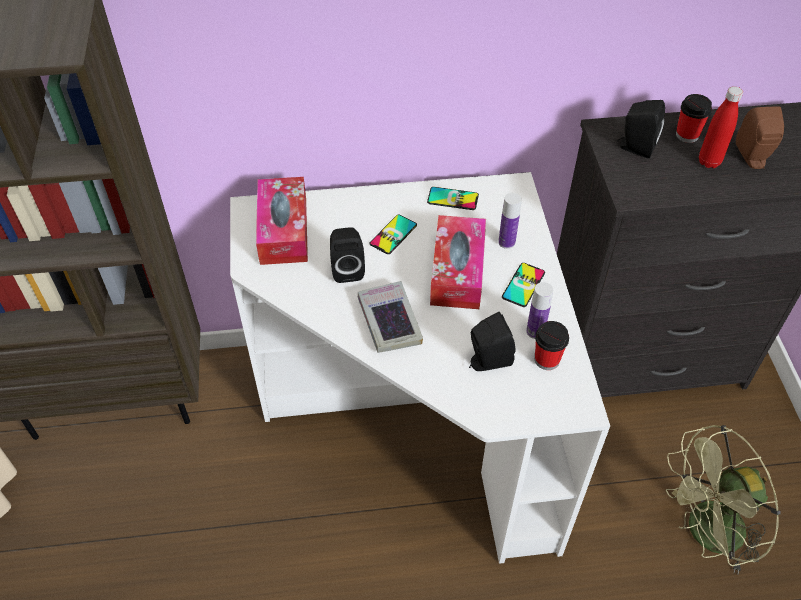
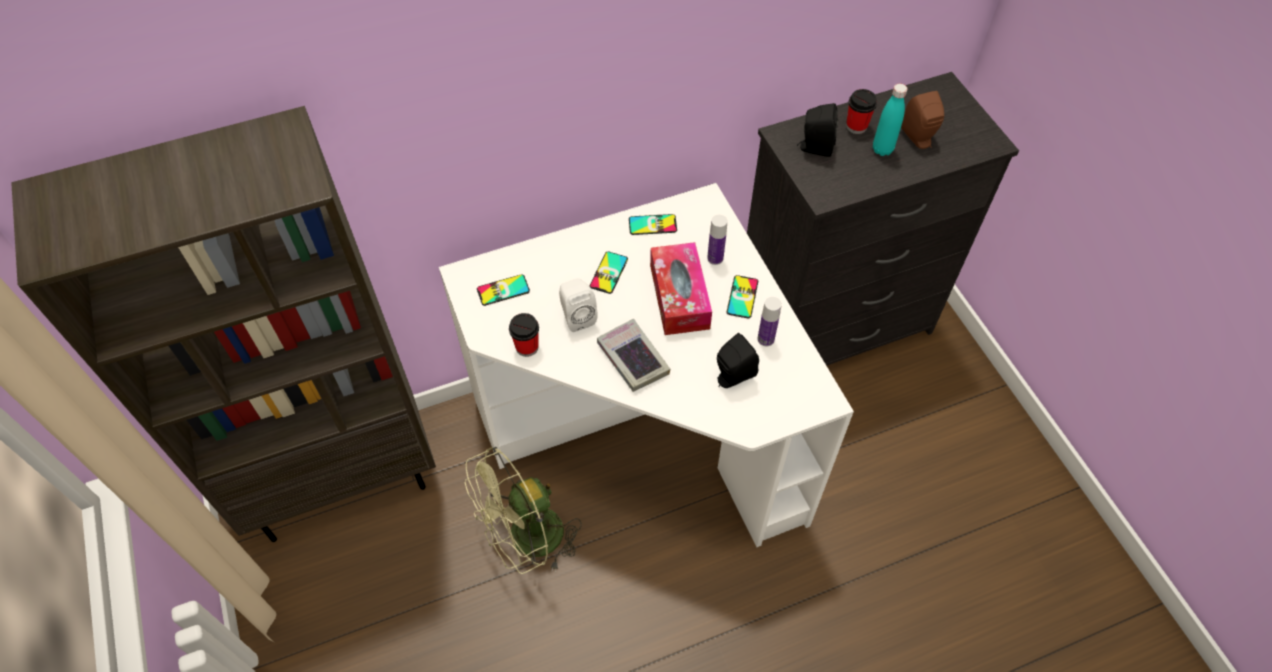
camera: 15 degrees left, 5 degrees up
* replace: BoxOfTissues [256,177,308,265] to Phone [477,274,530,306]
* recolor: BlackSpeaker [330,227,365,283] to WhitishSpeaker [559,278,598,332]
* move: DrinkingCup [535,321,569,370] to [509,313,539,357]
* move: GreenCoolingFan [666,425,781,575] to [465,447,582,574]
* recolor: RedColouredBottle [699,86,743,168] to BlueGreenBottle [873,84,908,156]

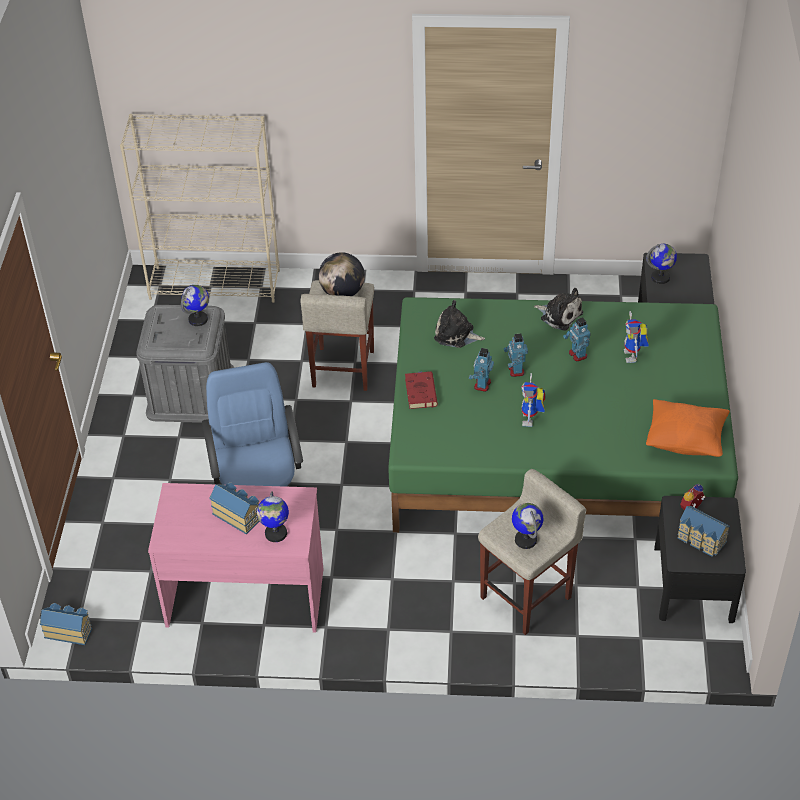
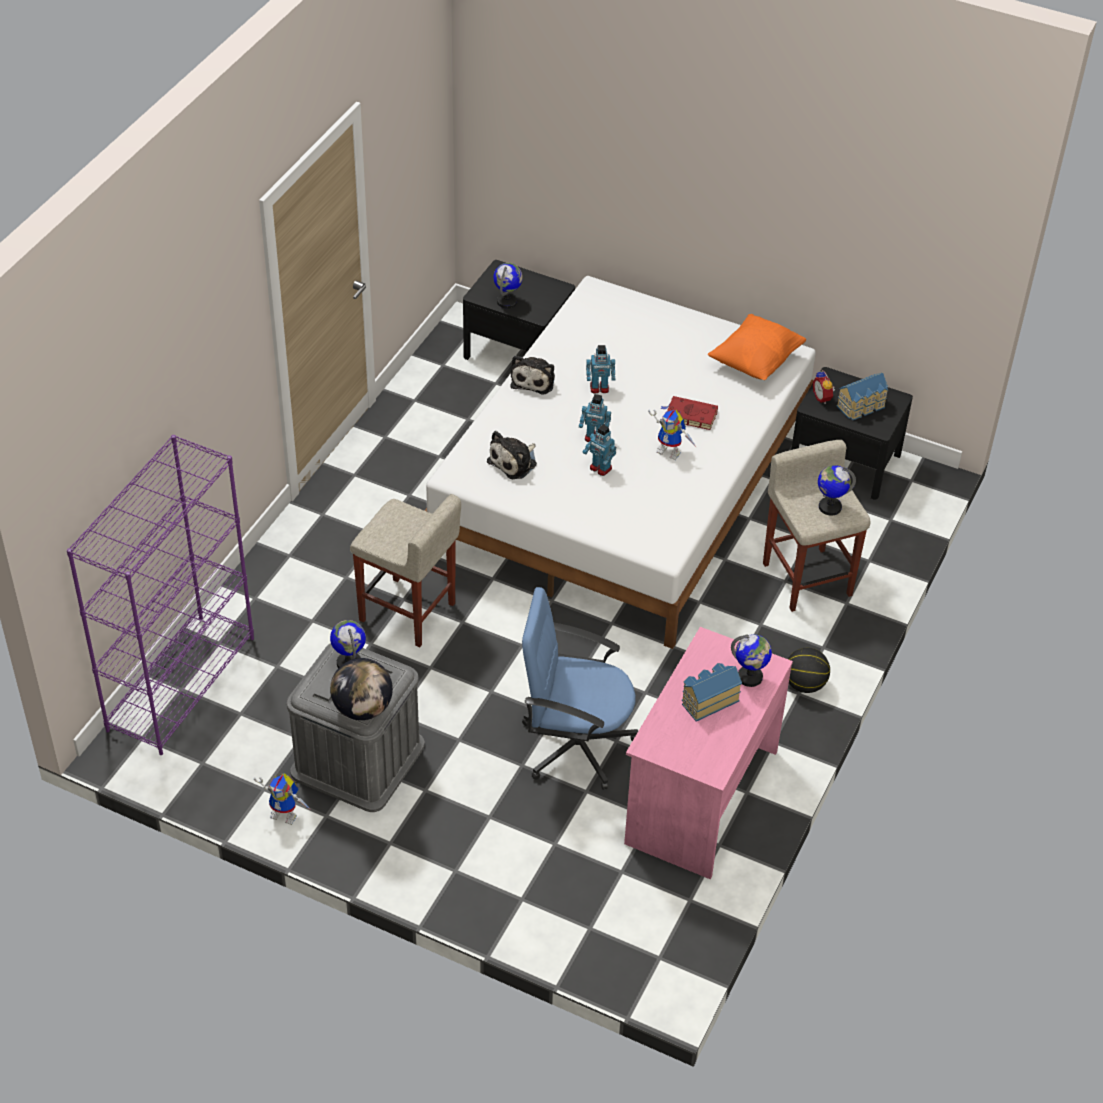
camera: 70 degrees left, 0 degrees up
* delete: MiniatureHouse [40,603,92,645]
* recolor: BeigeBookcase [120,114,280,303] to PurpleBookcase [67,435,254,755]
* move: DeskGlobe [318,252,365,296] to [330,658,393,720]
* recolor: GreenSleepingBed [388,297,738,532] to WhitishSleepingBed [424,276,816,649]
* move: RedColouredBook [405,371,438,409] to [660,396,718,430]
* rotate: SoftToy [534,288,583,331] = [510,355,555,395] 135 degrees clockwise
* move: RobotFigure [624,311,649,363] to [254,773,312,825]
* insert: Basketball [788,648,830,693]

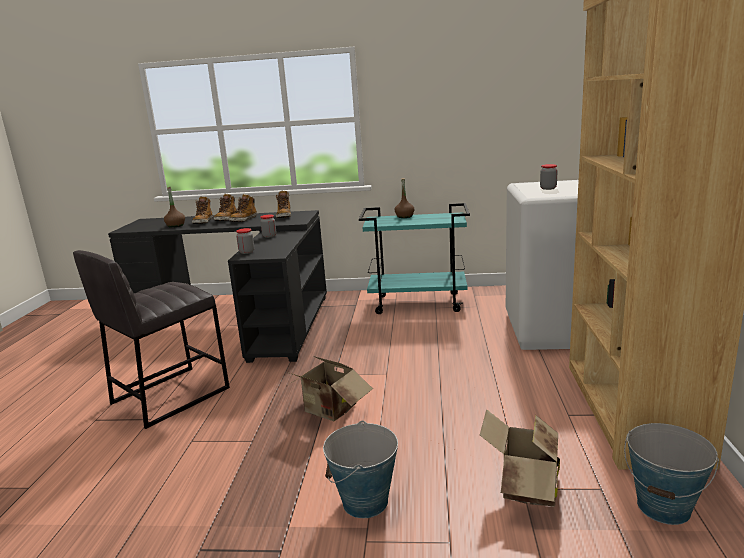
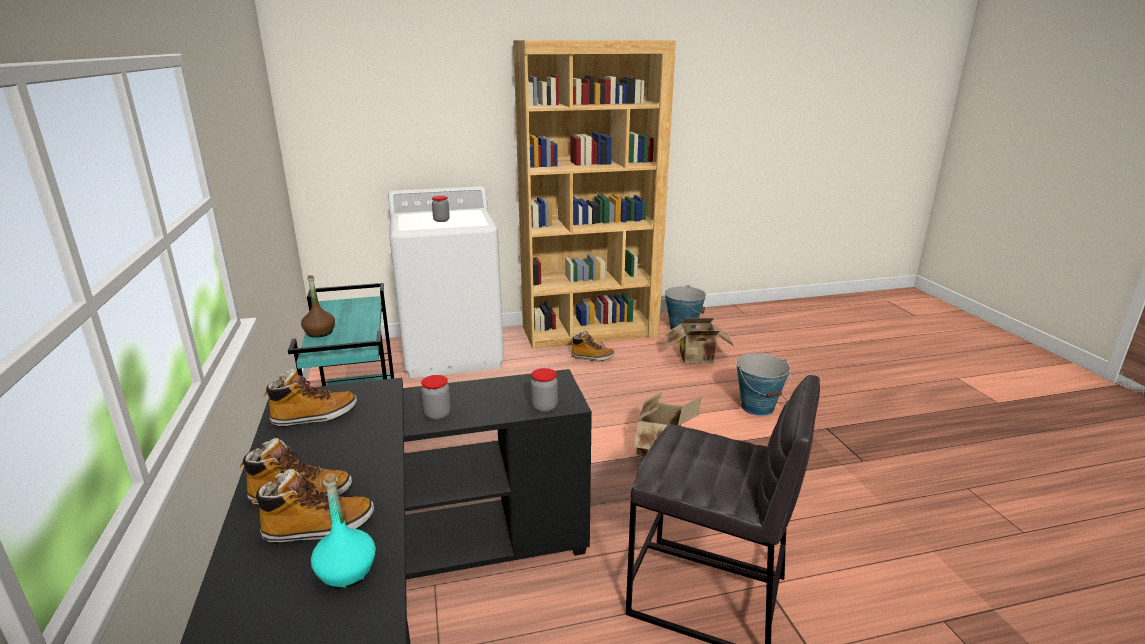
camera: 110 degrees left, 5 degrees up
* recolor: BrownishBottle [164,187,185,228] to BlueGreenBottle [311,473,376,589]
* move: TallBoot [229,194,257,222] to [570,331,614,361]

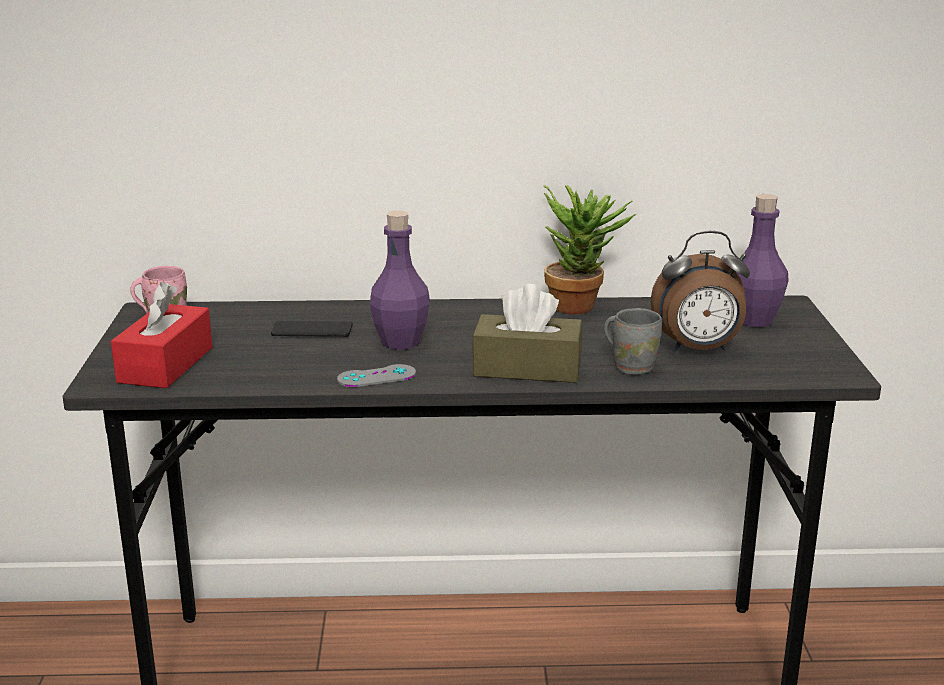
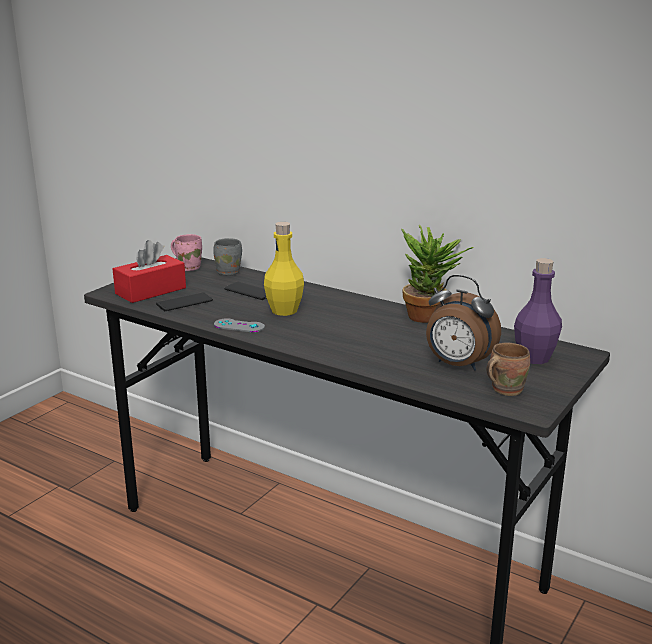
camera: 35 degrees right, 0 degrees up
* recolor: PurpleBottle [370,210,429,350] to YellowColouredBottle [264,222,304,316]
* delete: BrownishBoxOfTissues [472,284,583,383]
* move: GreyishCoffeeMug [604,308,662,375] to [213,238,242,276]
* insert: Phone [156,292,213,311]
* insert: BrownishCoffeeMug [486,342,530,396]

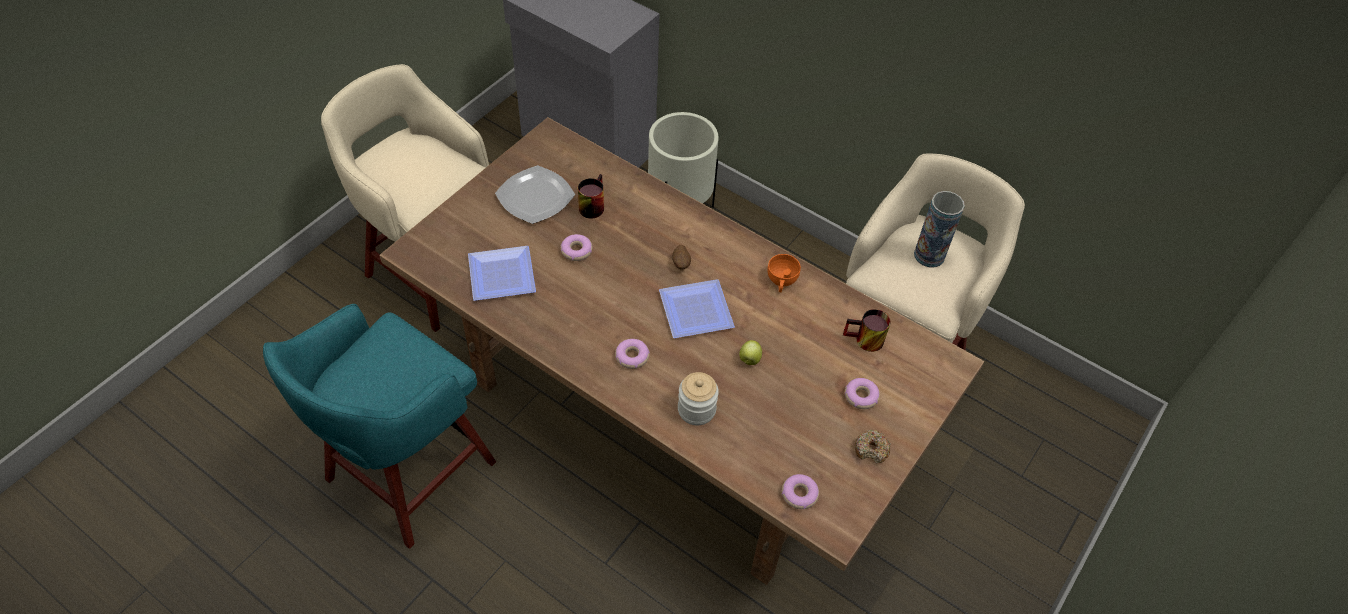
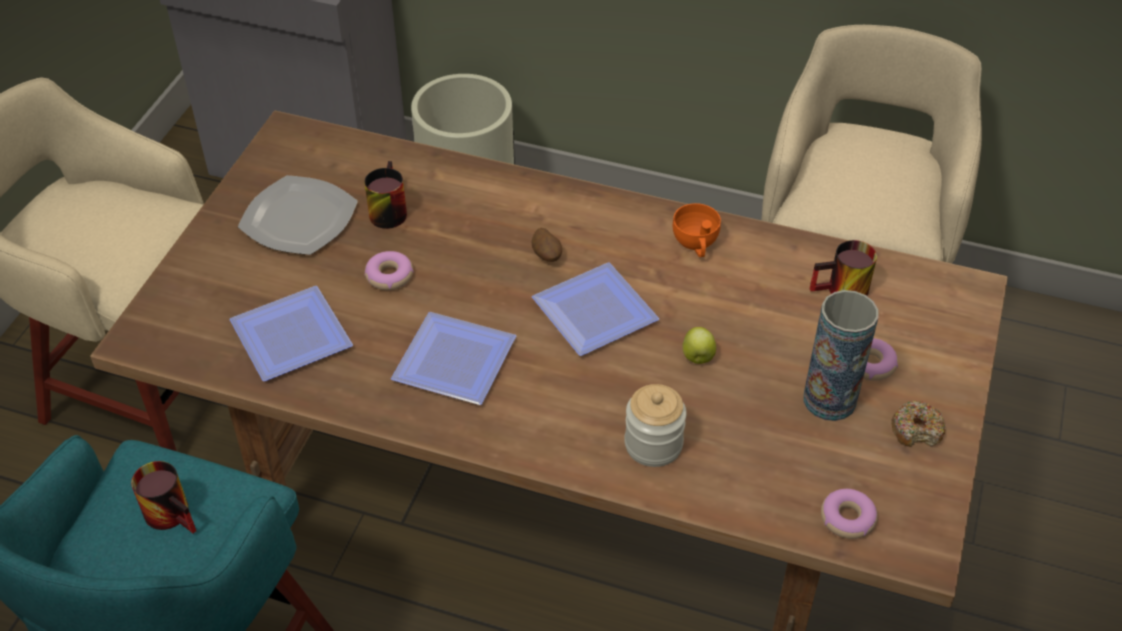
camera: 15 degrees left, 5 degrees down
* delete: Doughnut [615,339,650,369]
* move: Vase [914,191,965,268] to [803,290,878,421]
* insert: CoffeeMug [131,461,196,533]
* insert: Plate [391,312,516,405]

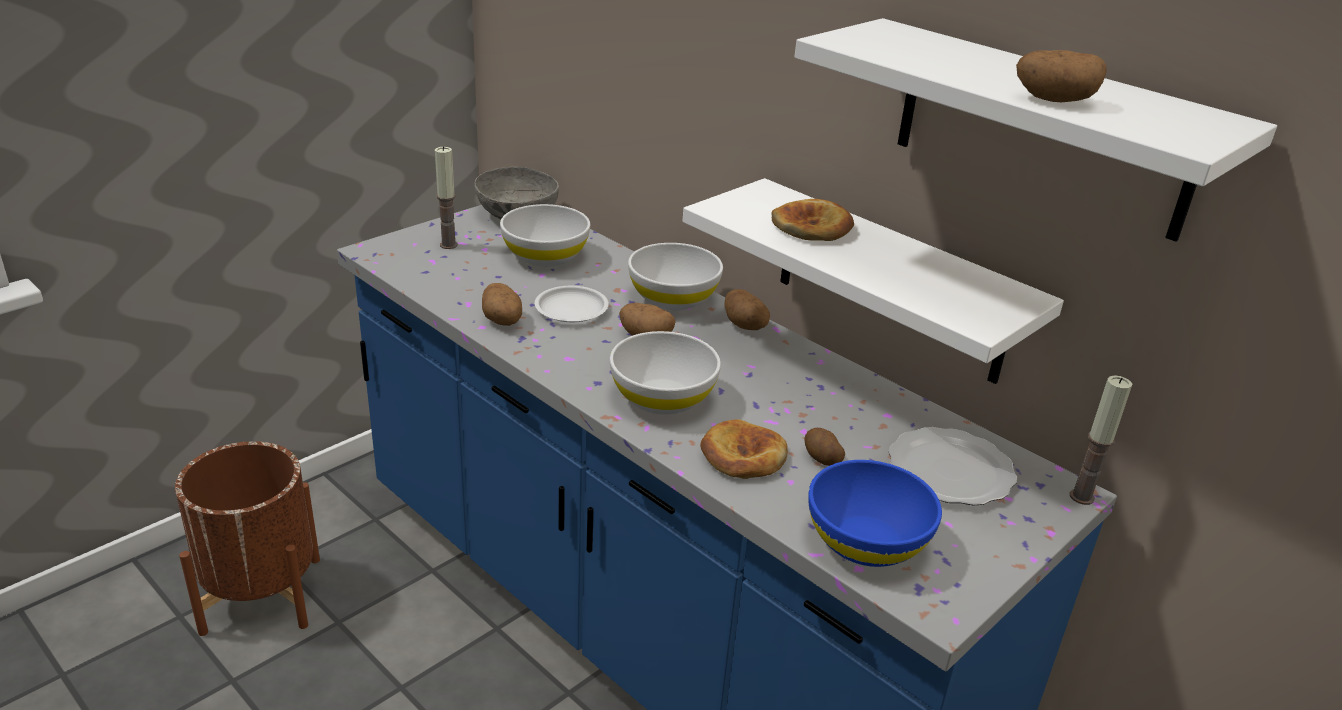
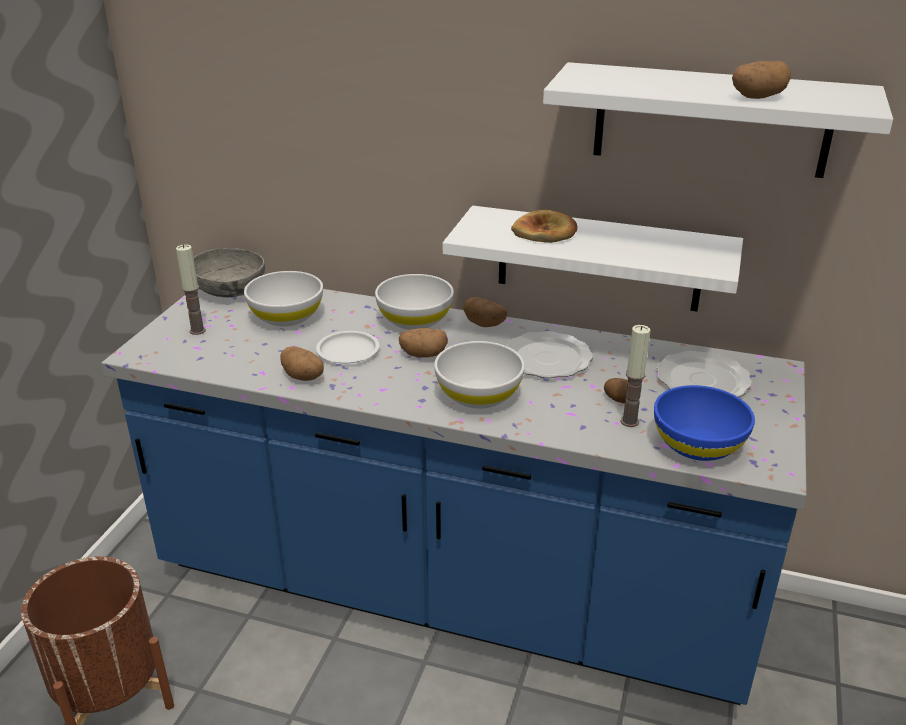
camera: 25 degrees left, 0 degrees up
* delete: BakedBread [700,419,788,479]
* move: WaxCandle [1070,375,1132,505] to [620,325,651,427]
* insert: Plate [507,331,593,378]

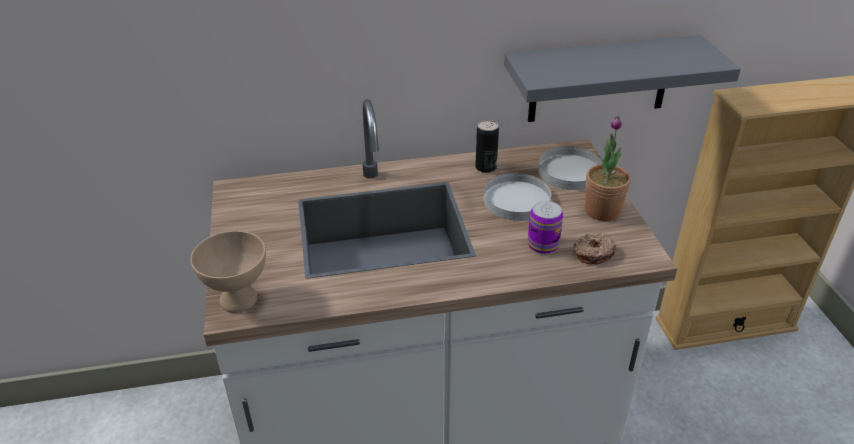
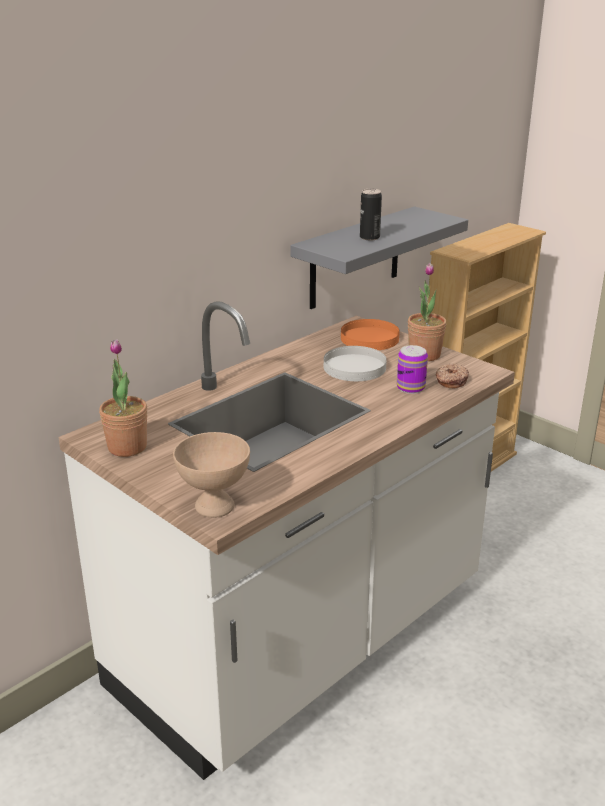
camera: 35 degrees left, 10 degrees down
* move: SealedCan [475,120,499,173] to [360,189,382,240]
* recolor: WhitishPlate [538,146,603,190] to OrangeColouredPlate [341,319,400,350]
* insert: PottedPlant [99,339,147,457]

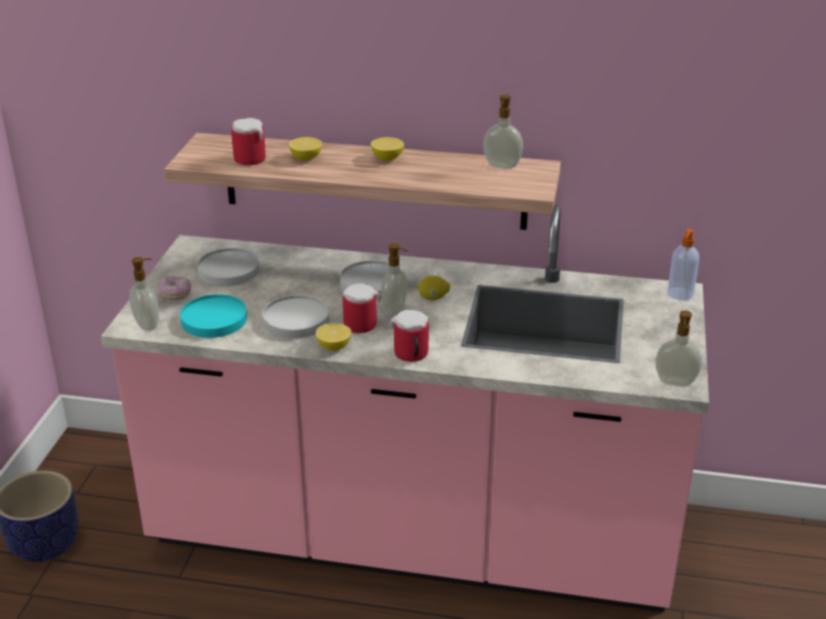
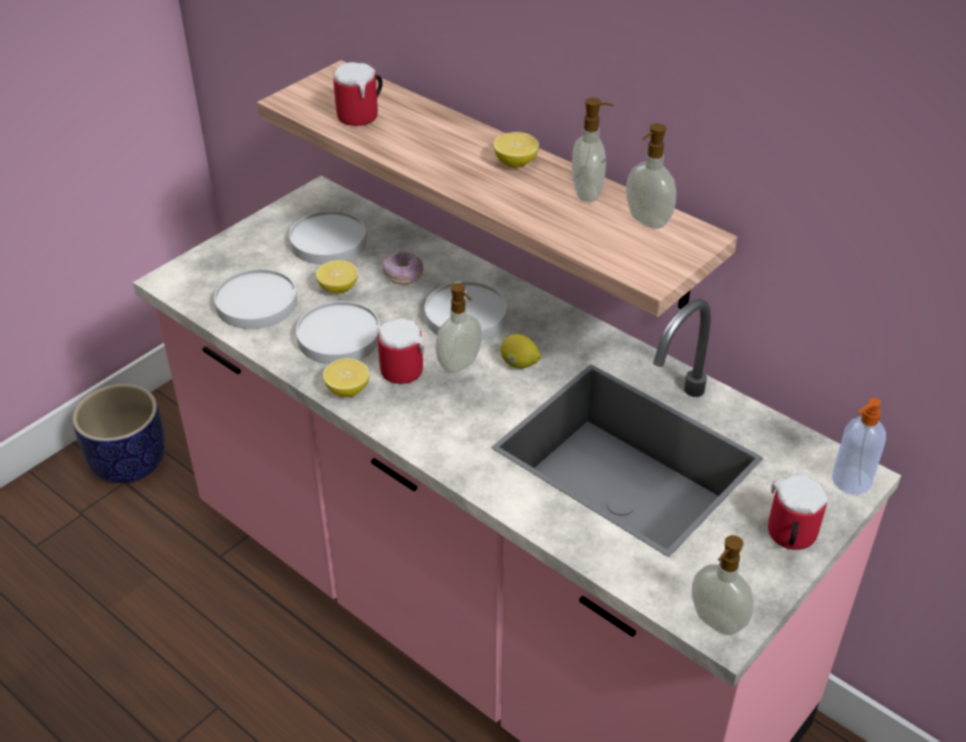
camera: 30 degrees right, 10 degrees up
* move: SoapBottle [129,257,159,331] to [572,98,614,202]
* move: Doughnut [157,276,191,300] to [382,251,423,285]
* recolor: BlueGreenPlate [180,294,247,338] to WhitishPlate [214,269,297,329]
* move: Lemon [289,137,322,161] to [316,260,358,294]
* move: CoffeeMug [390,310,429,362] to [768,474,828,550]

